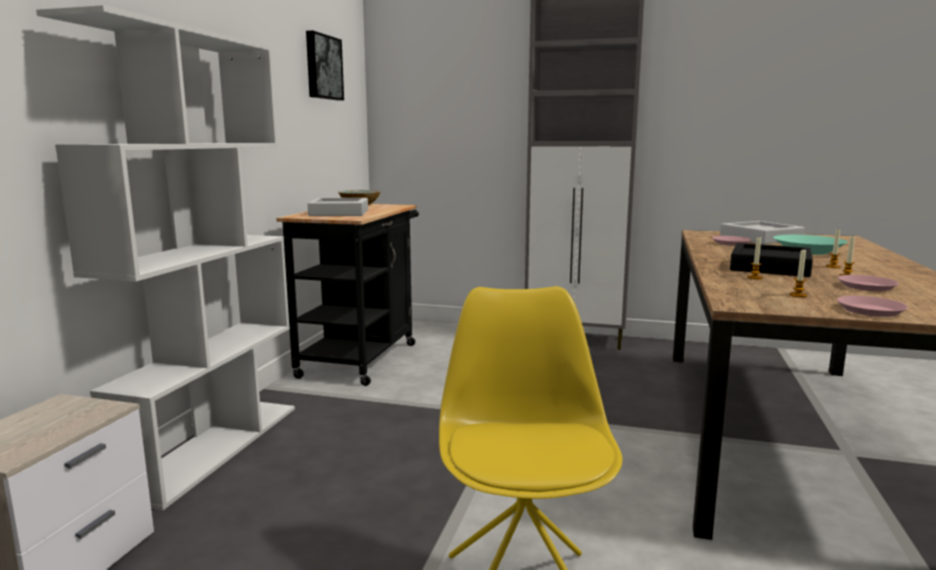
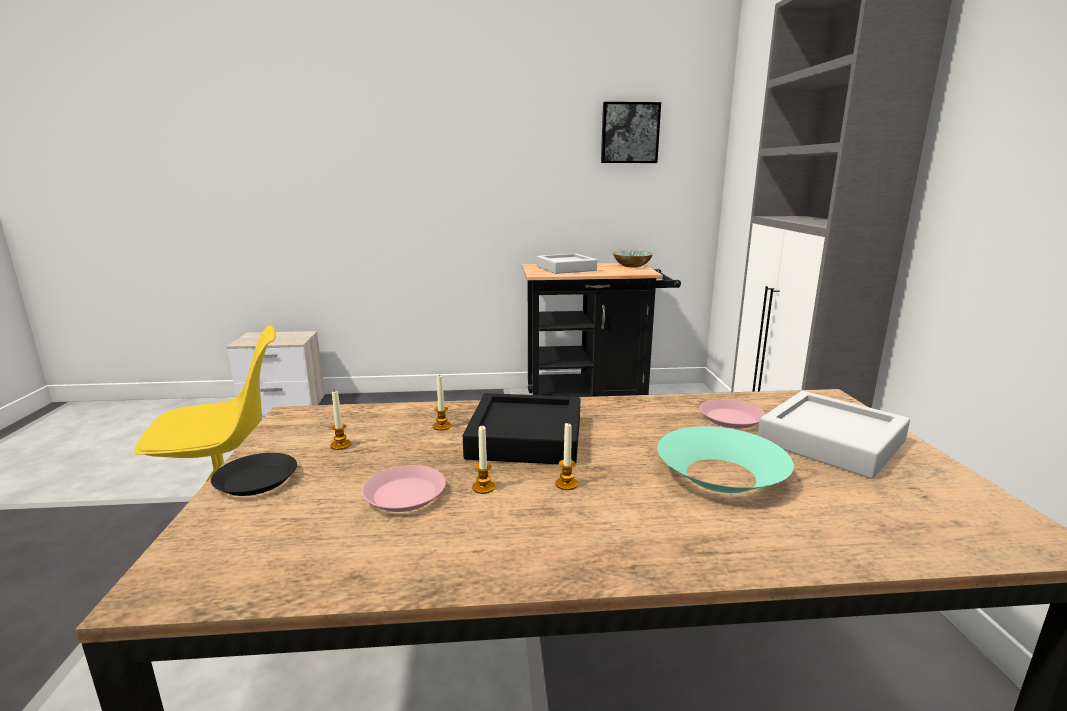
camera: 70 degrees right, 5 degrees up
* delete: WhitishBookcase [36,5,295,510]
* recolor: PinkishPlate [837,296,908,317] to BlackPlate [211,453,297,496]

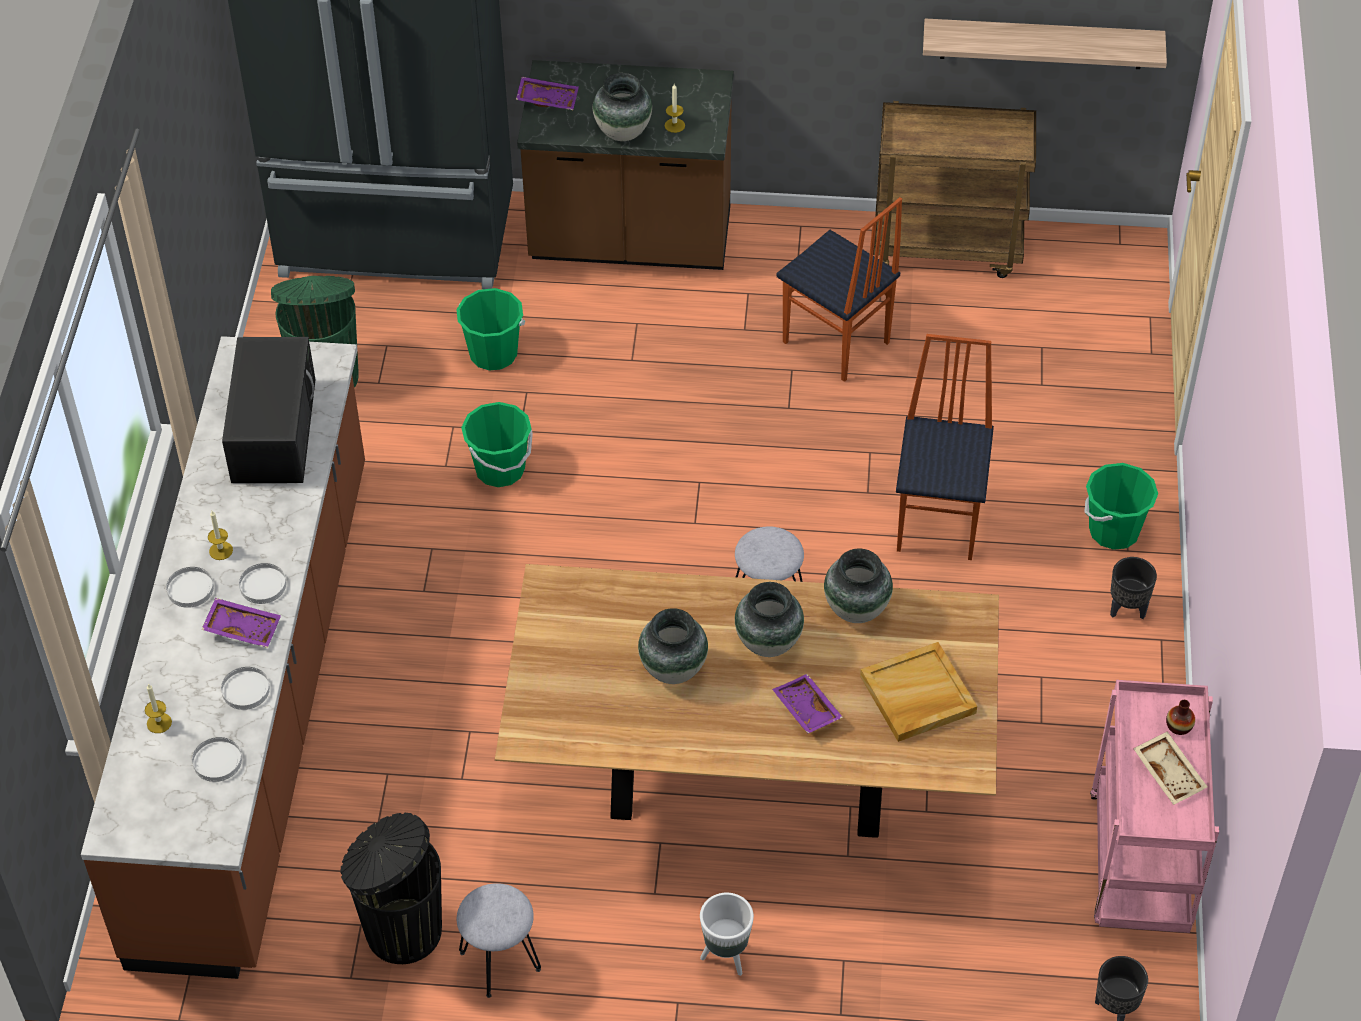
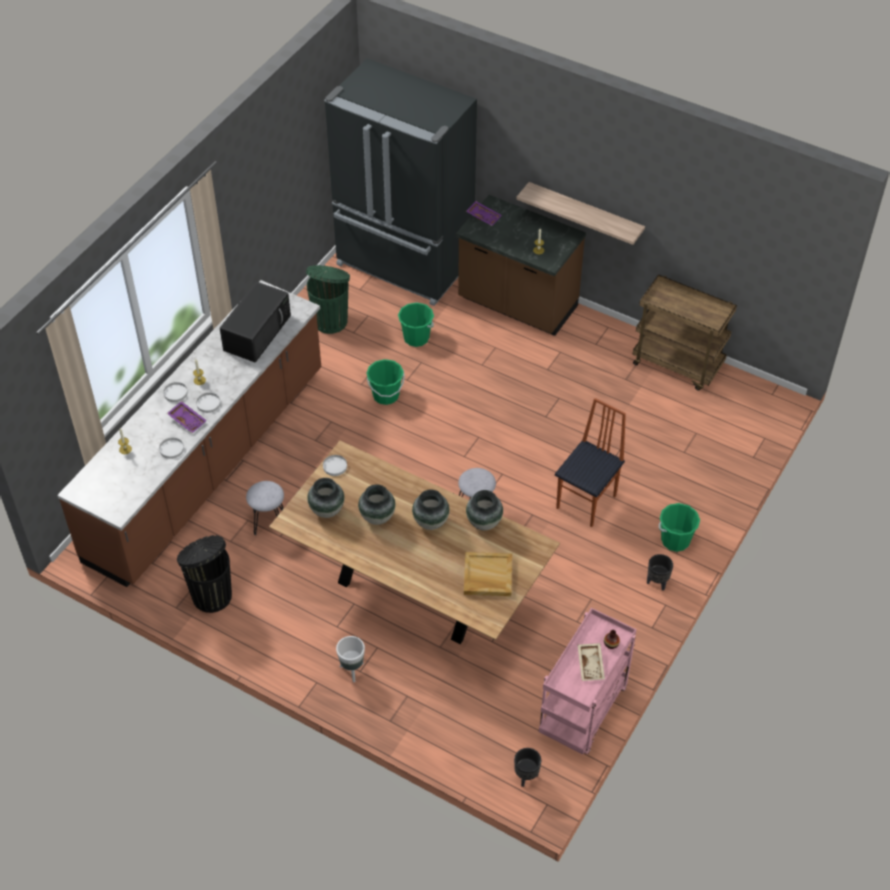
camera: 25 degrees right, 0 degrees up
* move: WhitishPlate [192,737,242,782] to [323,455,347,476]
* move: GreyishStoolSeat [457,883,541,998] to [246,481,284,535]
* move: Vase [593,73,652,141] to [307,478,344,518]
* delete: PurpleCarryingTray [772,674,843,734]
* delete: PlainChair [776,197,902,382]
* move: Shelf [923,18,1167,69] to [516,182,645,245]

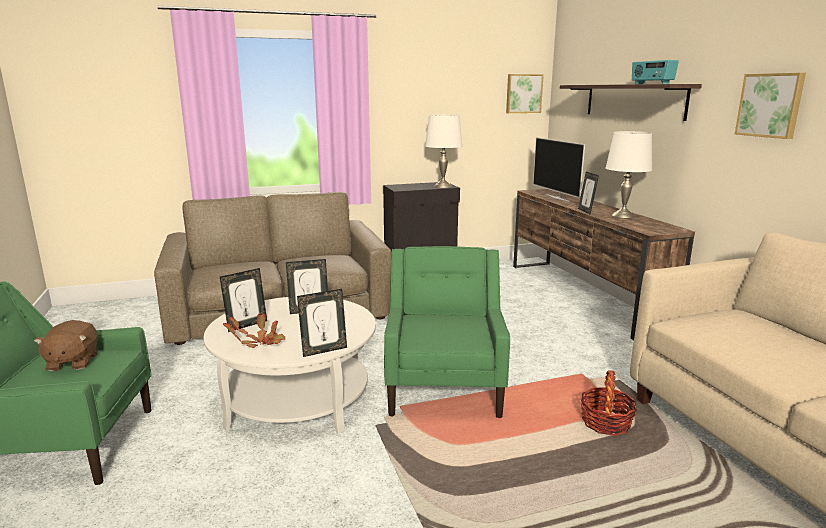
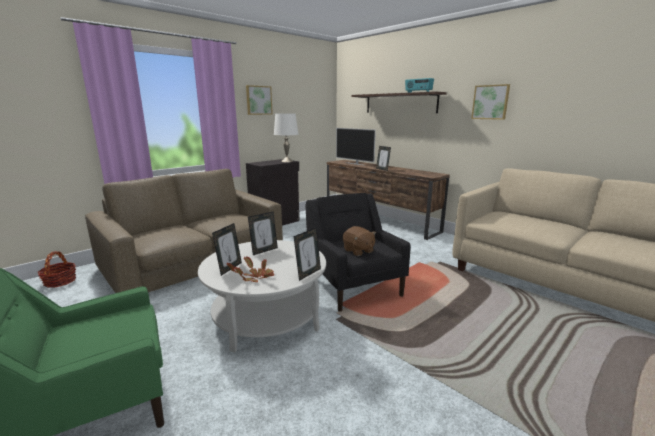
camera: 25 degrees left, 0 degrees up
* move: BrownishSoftToy [34,320,98,372] to [343,226,376,256]
* recolor: GreenLoungeChair [384,246,510,418] to BlackLoungeChair [305,193,411,312]
* move: Picture [506,74,544,113] to [246,85,273,115]
* move: StorageBasket [581,370,637,436] to [38,251,76,288]
* delete: WhitishLampForATable [606,131,652,218]

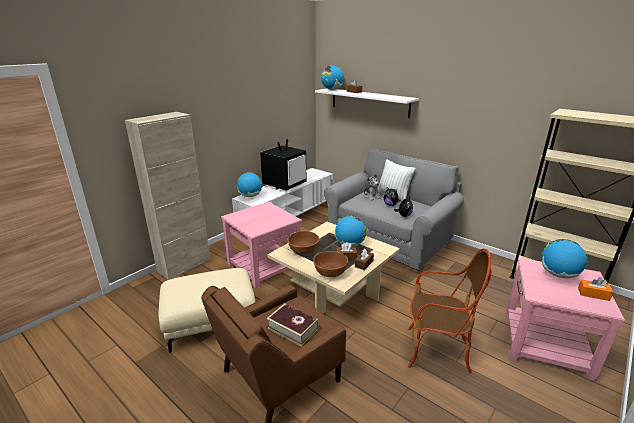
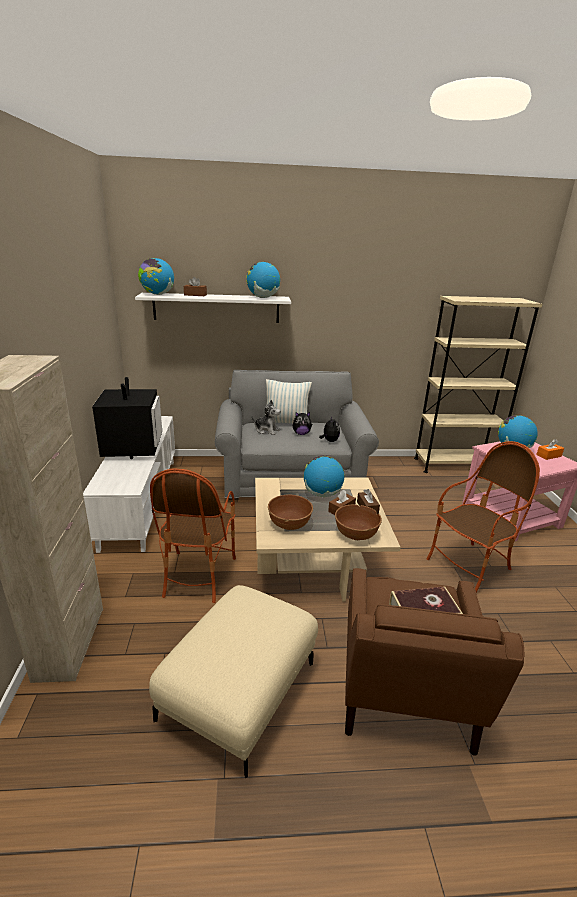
camera: 45 degrees left, 0 degrees up
* replace: PinkishAccentTable [221,202,302,288] to LoungeChair [150,468,236,603]
* move: DeskGlobe [237,172,262,197] to [246,262,280,298]

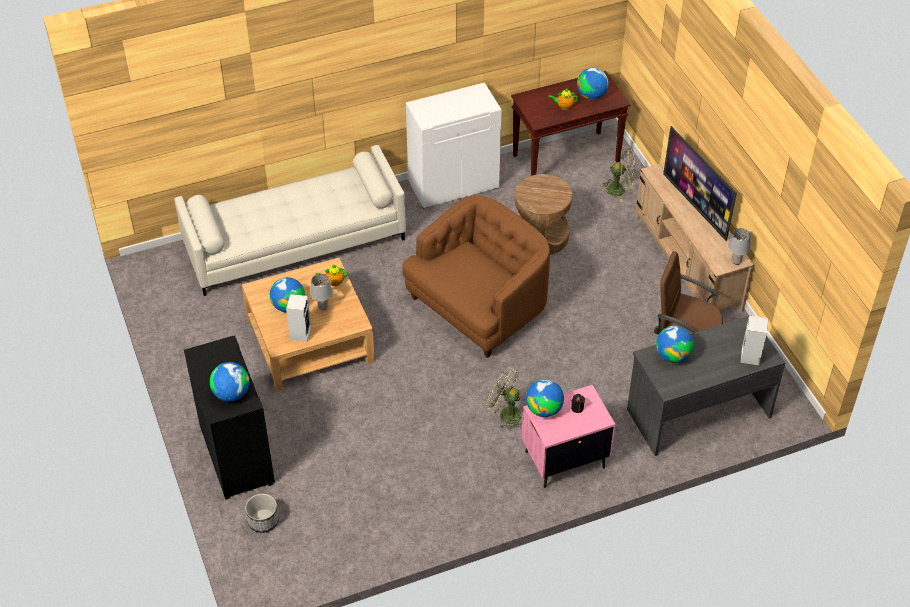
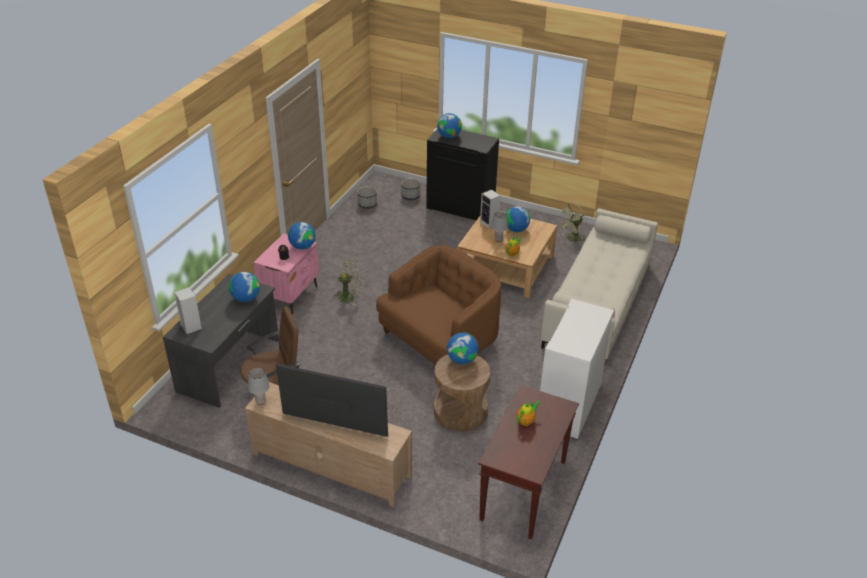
camera: 135 degrees right, 10 degrees down
* rotate: BrownishLoungeChair [402,195,550,358] = [376,245,501,365] 135 degrees counterclockwise
* move: DeskGlobe [577,68,609,100] to [447,332,479,364]
* move: GreenCoolingFan [601,147,635,202] to [557,203,586,244]
* insert: PlantPot [357,186,377,209]

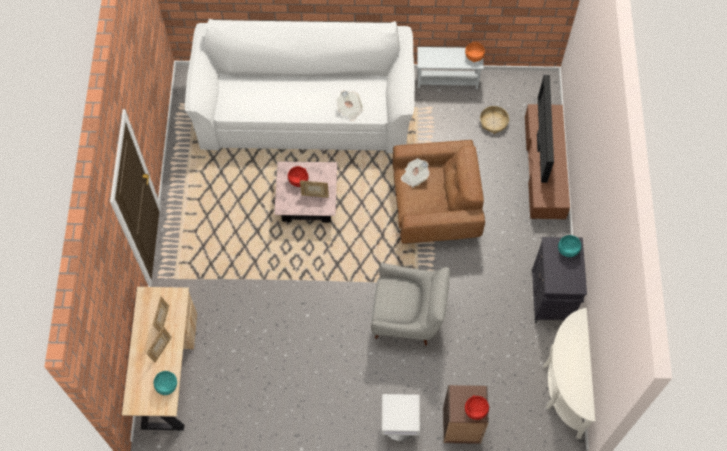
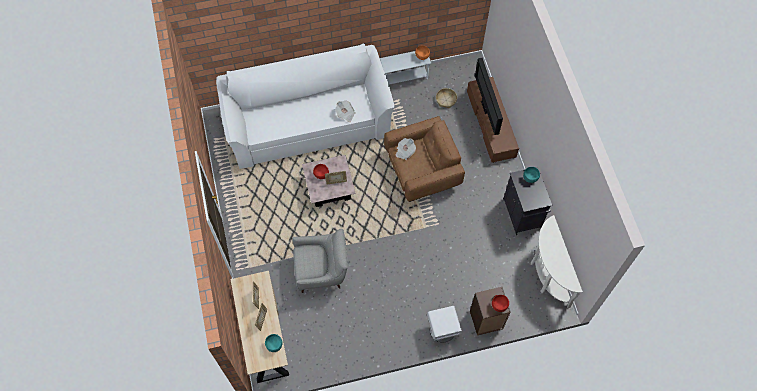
camera: 15 degrees left, 0 degrees up
* move: GreyishLoungeChair [371,263,450,345] to [293,229,348,293]

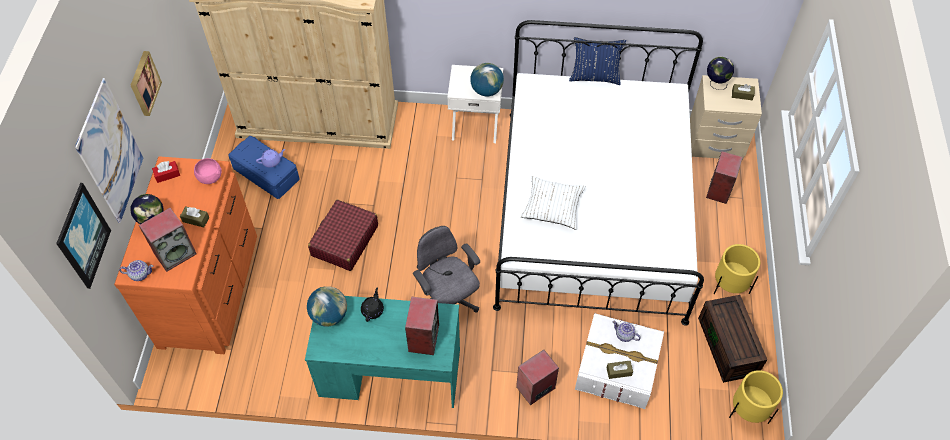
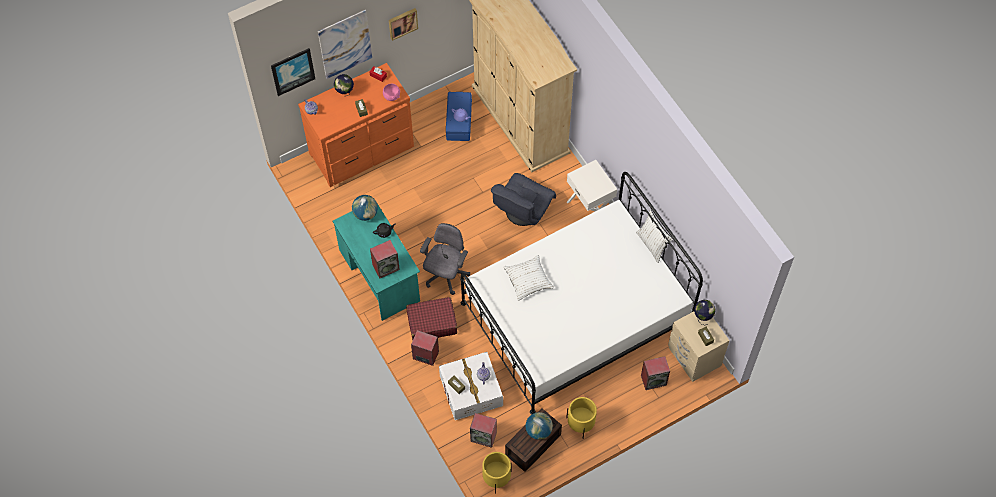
camera: 55 degrees right, 5 degrees up
* move: Speaker [139,208,196,272] to [470,413,497,448]
* move: RedColouredTravelCase [308,200,378,271] to [406,297,457,340]
* move: DeskGlobe [470,63,504,96] to [525,412,553,440]
* recolor: BlueColouredThrowPillow [569,37,626,85] to WhitishThrowPillow [636,209,673,263]
* insert: GreyishLoungeChair [491,173,556,226]

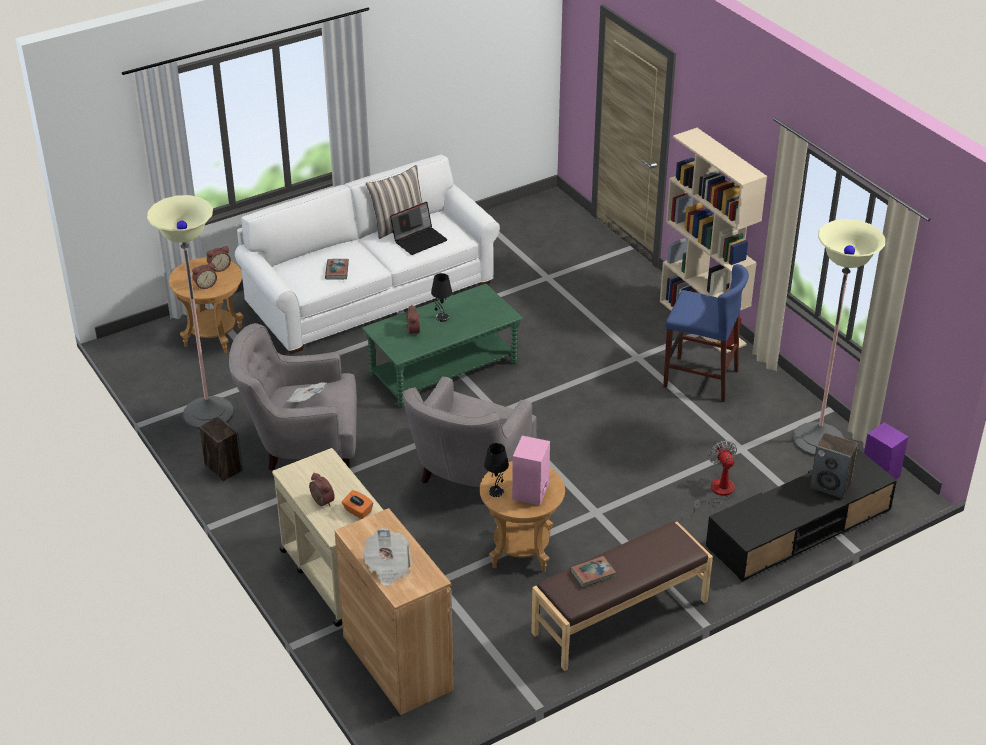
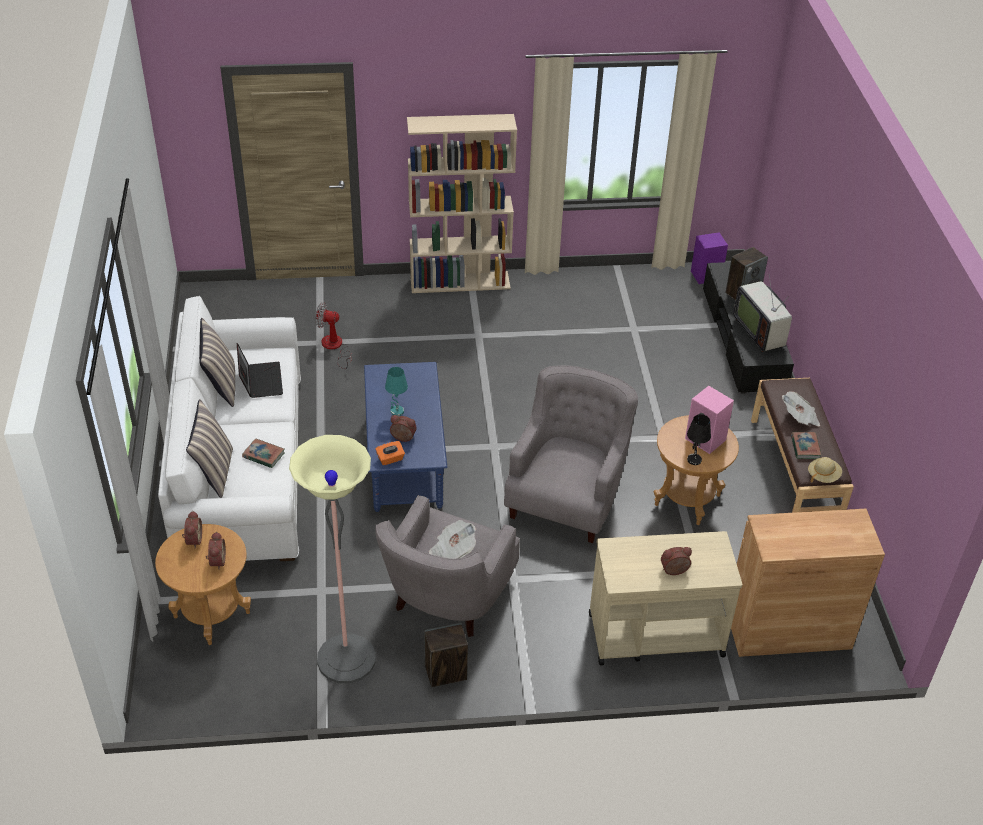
camera: 65 degrees left, 5 degrees up
* move: OrangeColouredBoxOfTissues [342,490,373,519] to [375,441,405,466]
* recolor: GreenCoffeeTable [362,284,523,408] to BlueColouredCoffeeTable [364,362,448,512]
* move: DailyPaper [363,528,411,586] to [782,391,820,426]
* rotate: GreyishLoungeChair [403,376,537,487] = [504,365,638,543] 120 degrees counterclockwise
* recolor: BlackLampForATable [431,273,452,322] to BlueGreenLampForATable [385,367,408,416]
* delete: BlueColouredStoolSeat [663,264,749,402]
* move: CoolingFan [693,441,737,513] to [315,302,352,369]
* delete: StandingLamp [793,219,885,457]
* insert: ThrowPillow [186,399,233,498]
* insert: TvSet [733,276,792,352]
* insert: BeigeWearableHat [808,457,842,483]

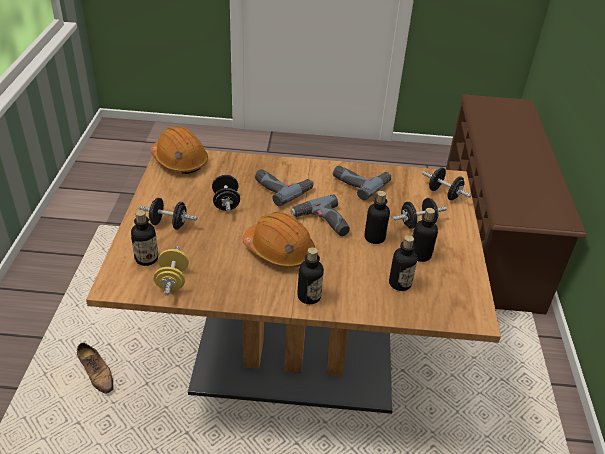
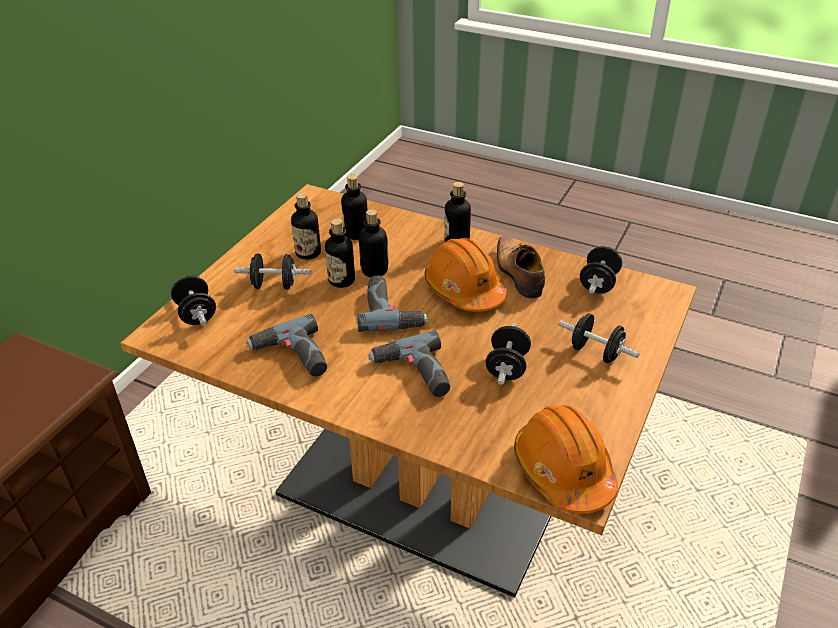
camera: 155 degrees left, 0 degrees up
* move: ItemOfFootwear [77,343,114,394] to [497,236,545,298]
* move: Bottle [131,210,158,266] to [359,209,389,277]
* recolor: YellowColouredDumbbell [154,246,189,296] to BlackDumbbell [580,246,622,294]

